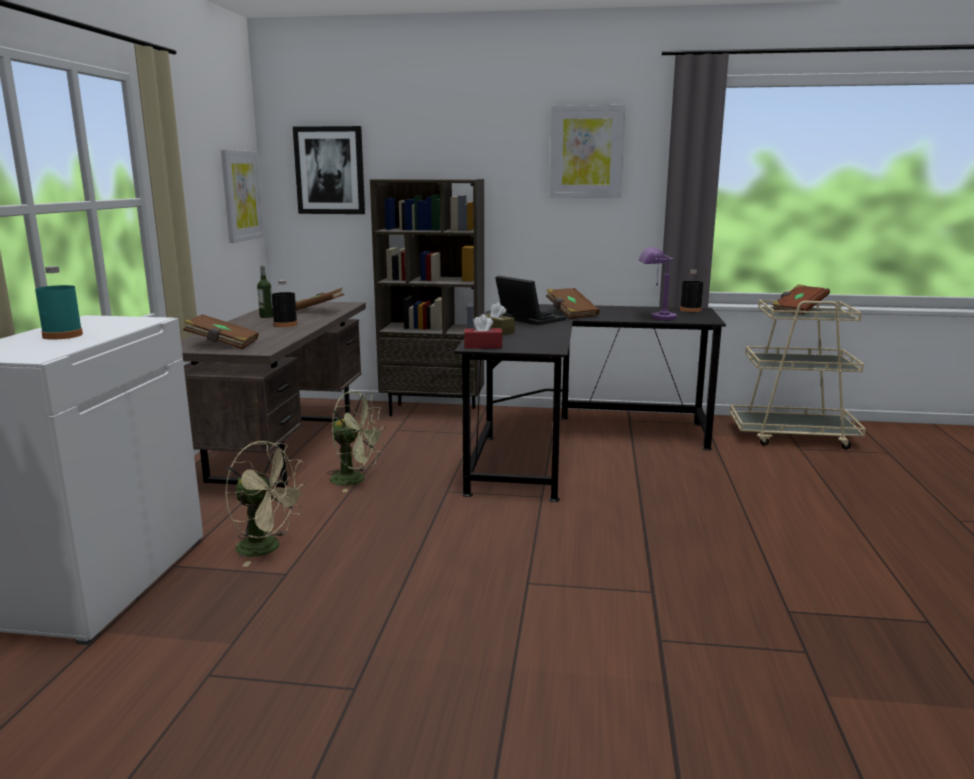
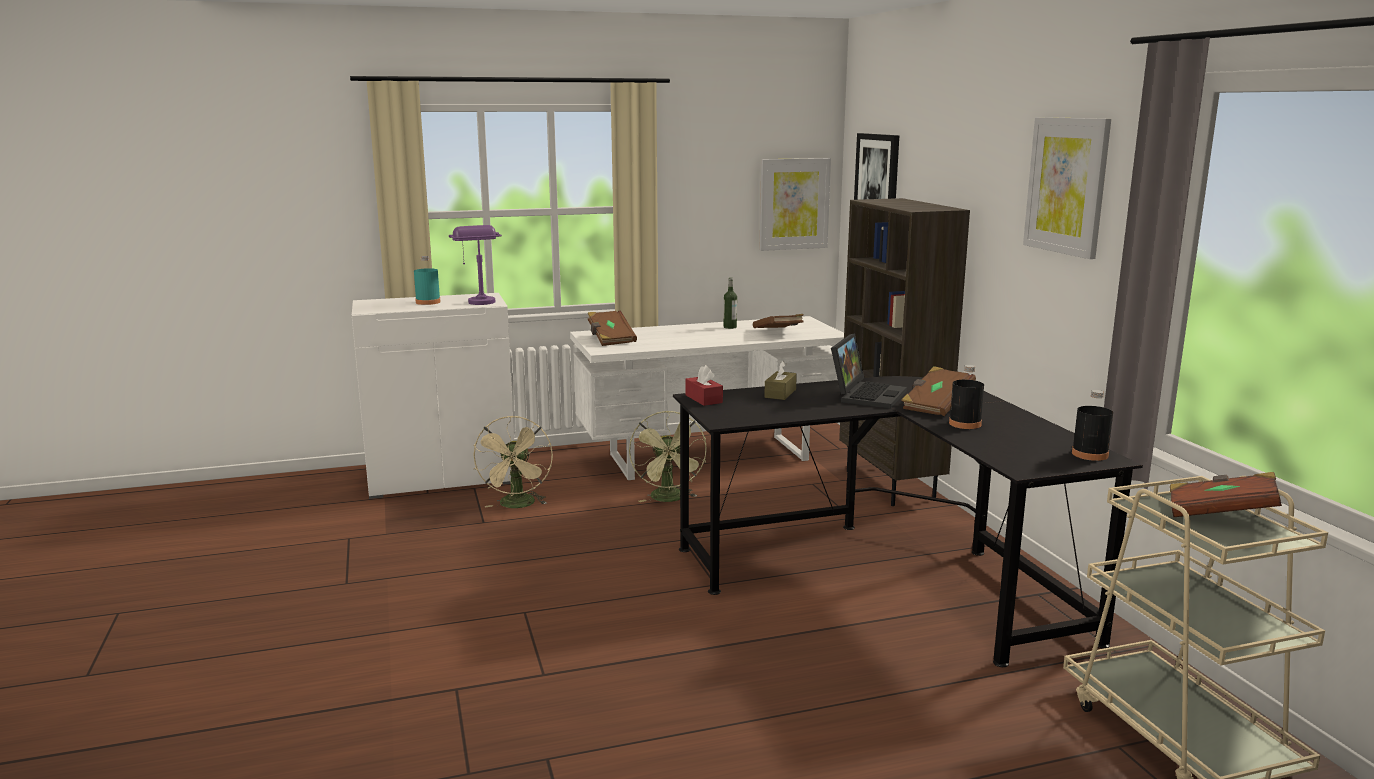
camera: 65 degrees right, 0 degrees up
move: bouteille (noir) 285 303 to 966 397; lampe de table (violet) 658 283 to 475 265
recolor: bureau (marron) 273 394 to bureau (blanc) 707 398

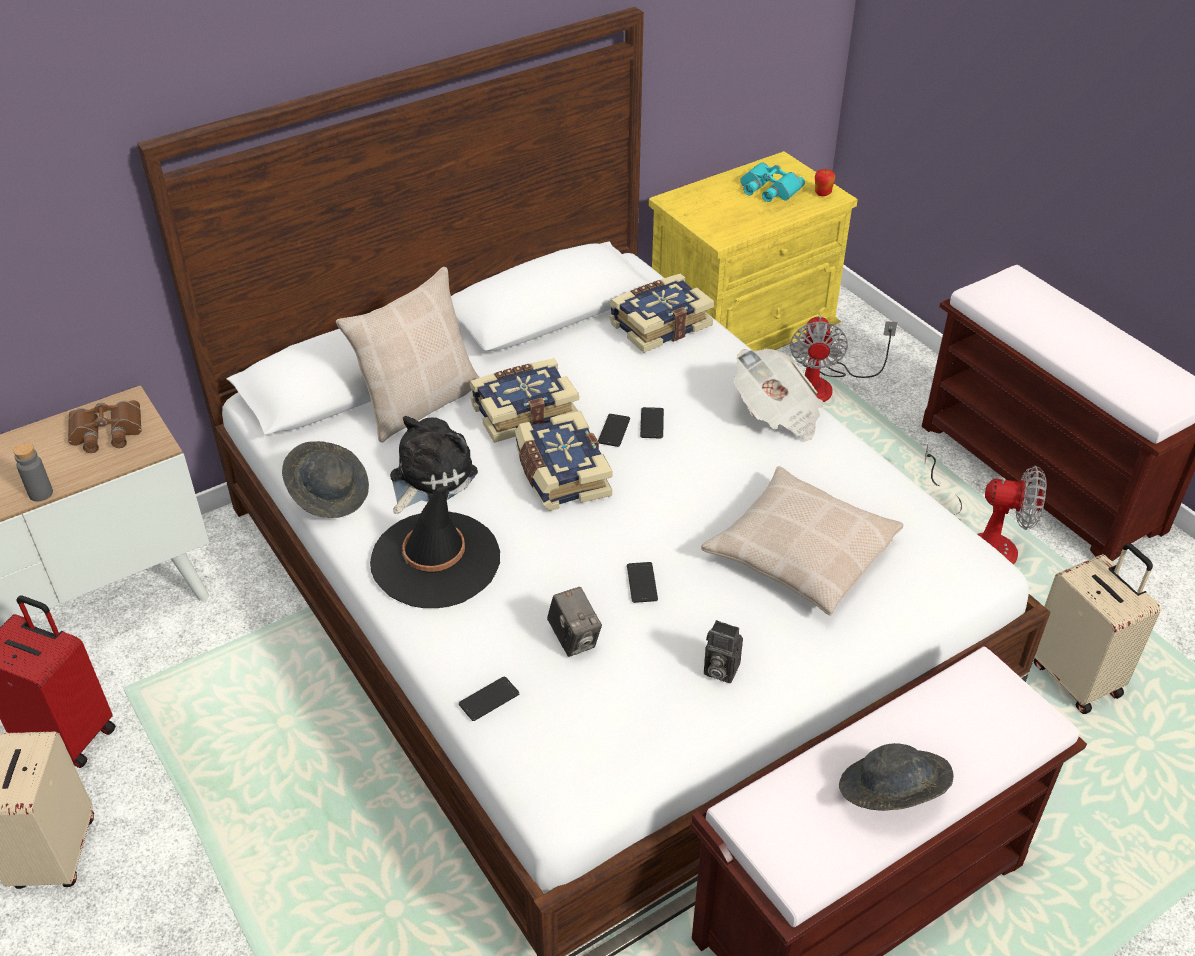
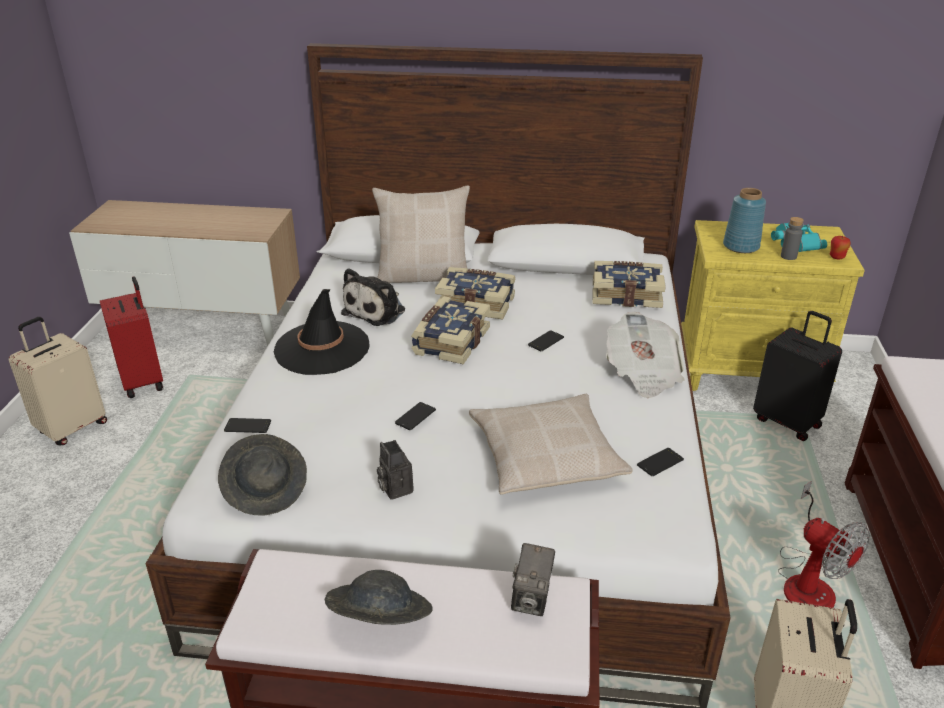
camera: 40 degrees right, 10 degrees down
delete: jumelles (marron) 105 426
insert: vase (bleu) 744 220
move: bouteille (gris) 33 472 to 792 238; chapeau (gris) 325 479 to 262 475; appareil photo 574 622 to 533 579; téléphone 614 430 to 660 462
replace: ventilateur 843 359 to valise (noir) 797 376
rotate: peluche 434 465 = 373 297 135 degrees clockwise

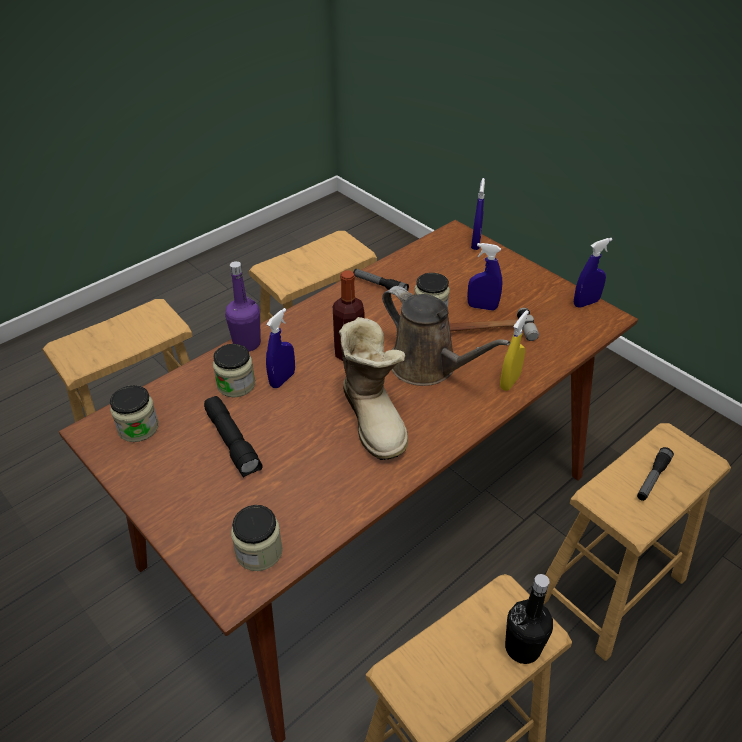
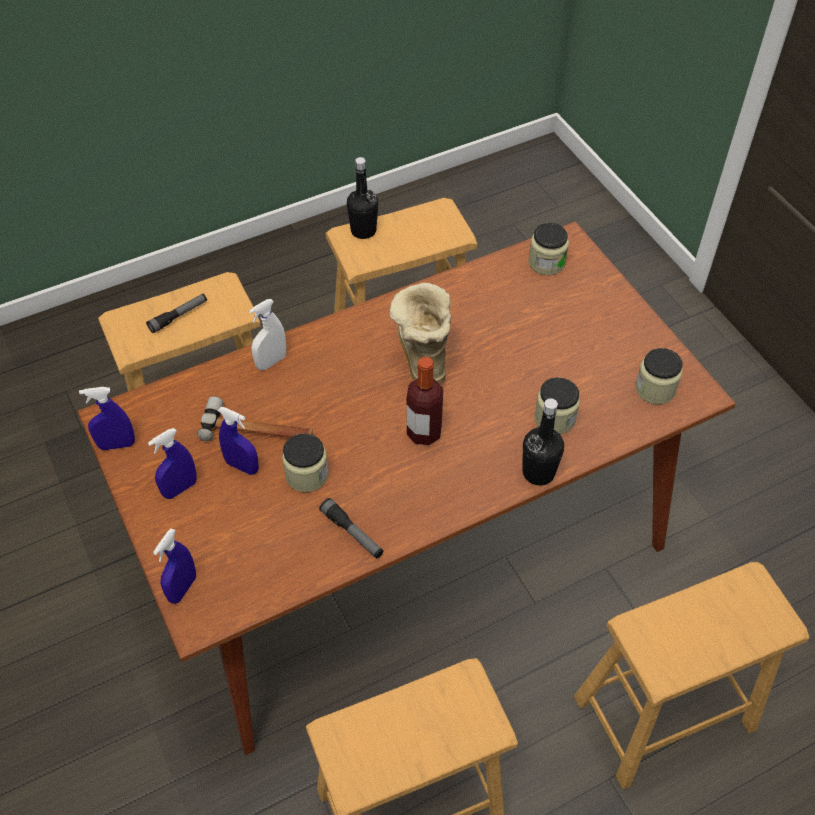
camera: 165 degrees left, 10 degrees up
delete: lampe de poche (noir) 233 436; arrosoir (marron) 446 336
move: vaporisateur (bleu) 280 348 to 172 463
recolor: bouteille (violet) 243 306 to bouteille (noir) 543 442; vaporisateur (jaune) 514 350 to vaporisateur (blanc) 267 334

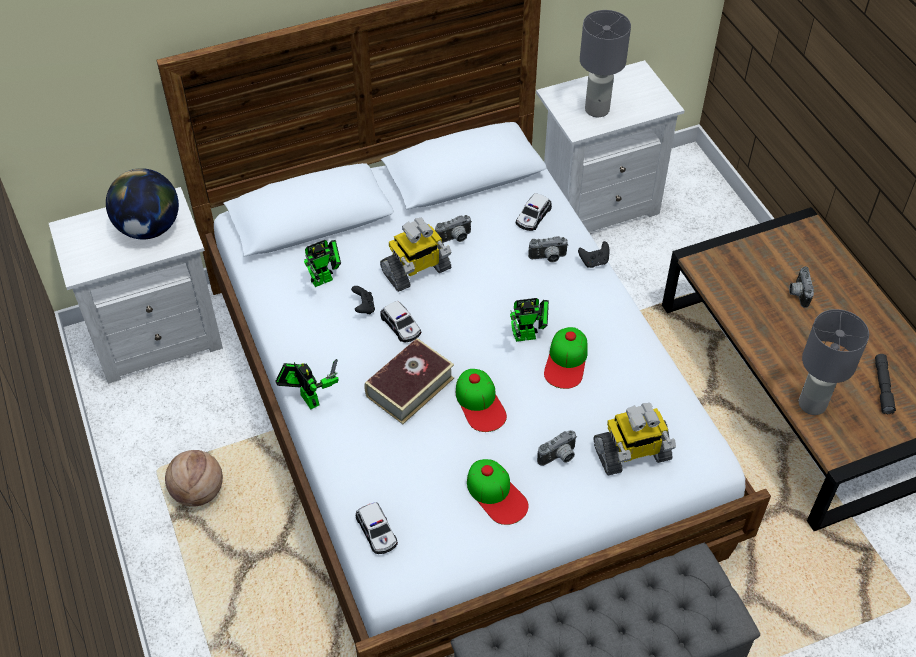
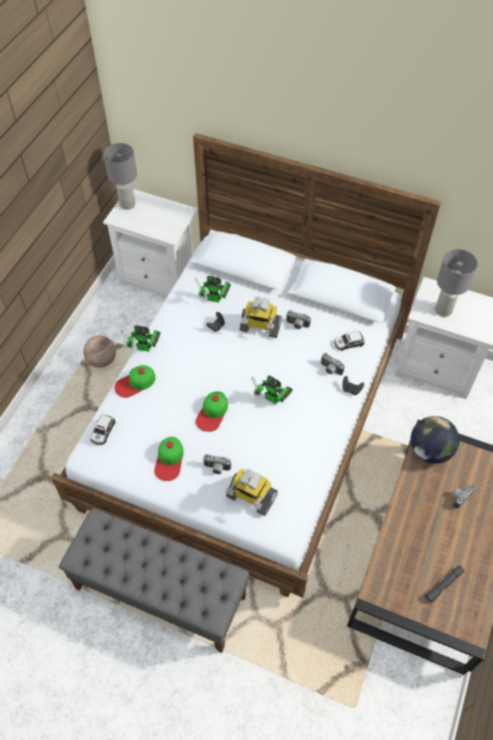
camera: 45 degrees right, 5 degrees up
delete: livre 409 381; petite voiture 401 321
move: globe 142 203 to 435 440; casquette 566 358 to 135 381; lampe de table (gris) 834 362 to 120 176
rotate: robot jouet 307 384 = 141 338 90 degrees clockwise

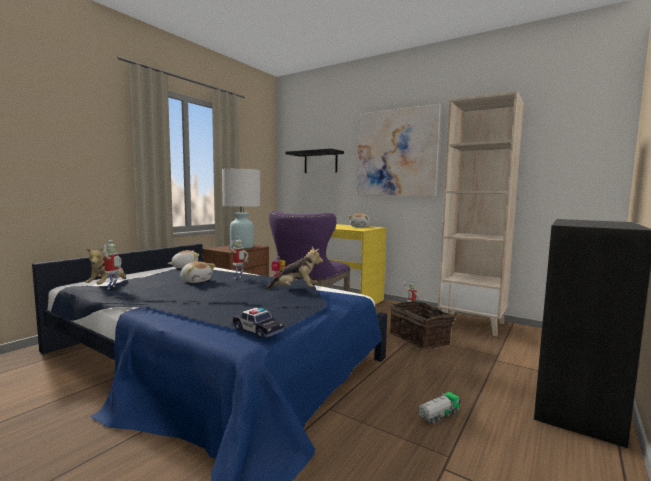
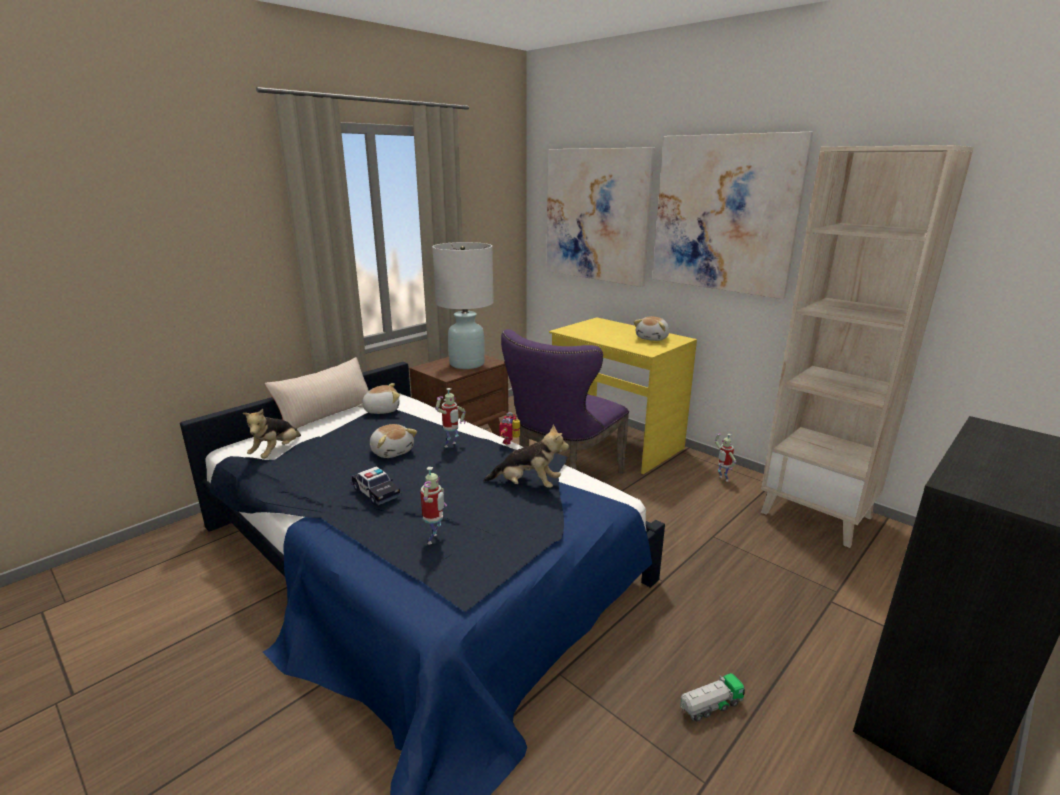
camera: 10 degrees right, 15 degrees up
delete: panier 422 324
insert: coussin (beige) 317 393
move: robot jouet 113 264 to 433 506; petite voiture 258 323 to 376 485
replace: étagère (noir) 314 161 to tableau 601 217

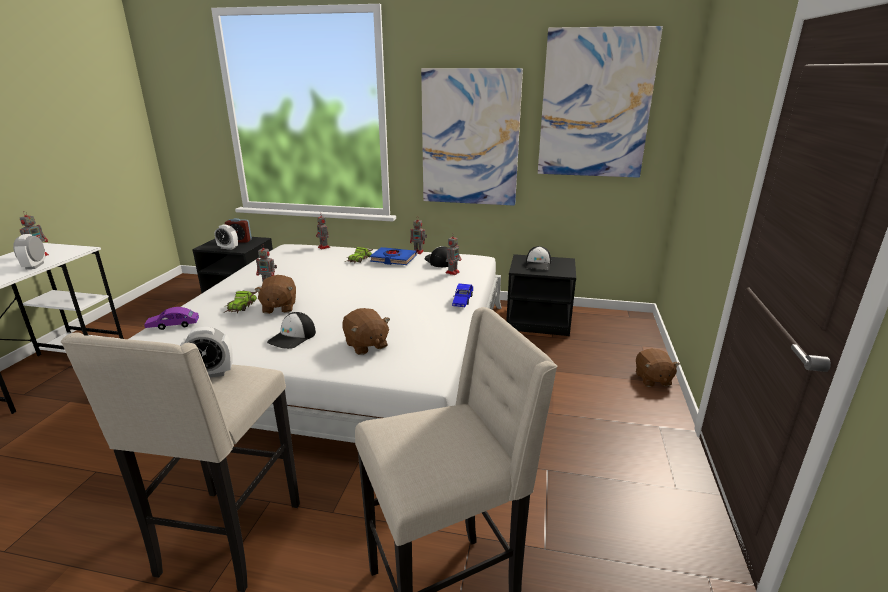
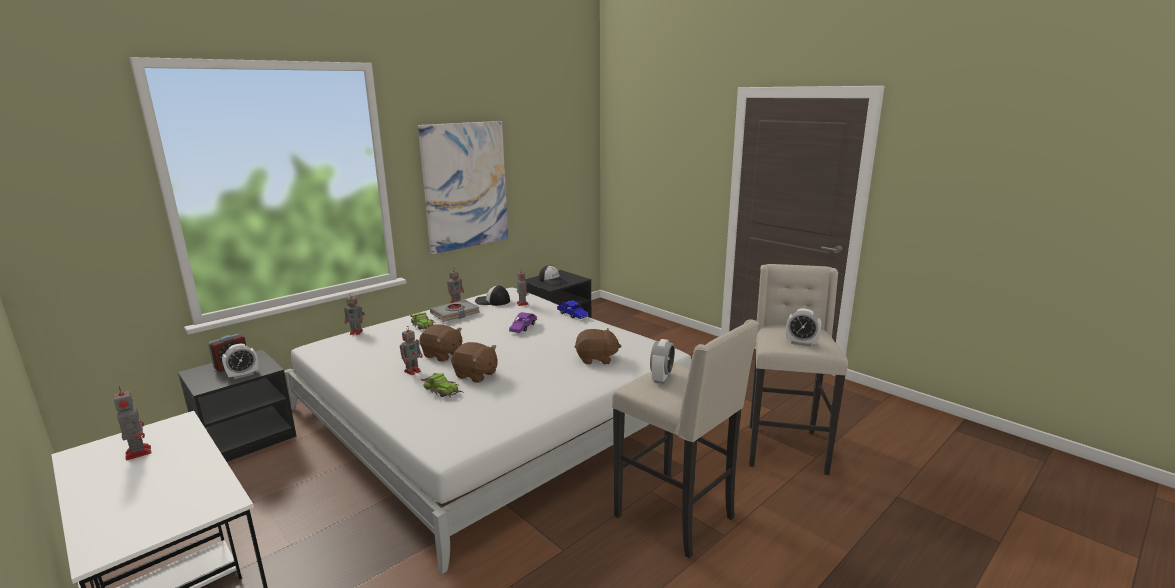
camera: 55 degrees left, 5 degrees down
delete: casquette 291 330; tableau 600 102
move: réveil 29 251 to 803 327; petite voiture (violet) 171 318 to 523 322; peluche (marron) 658 367 to 440 343
recolor: livre (bleu) 393 256 to livre (gris) 455 311

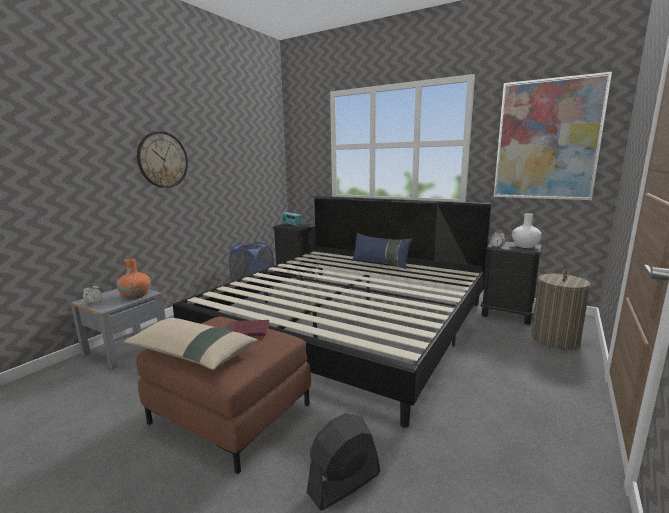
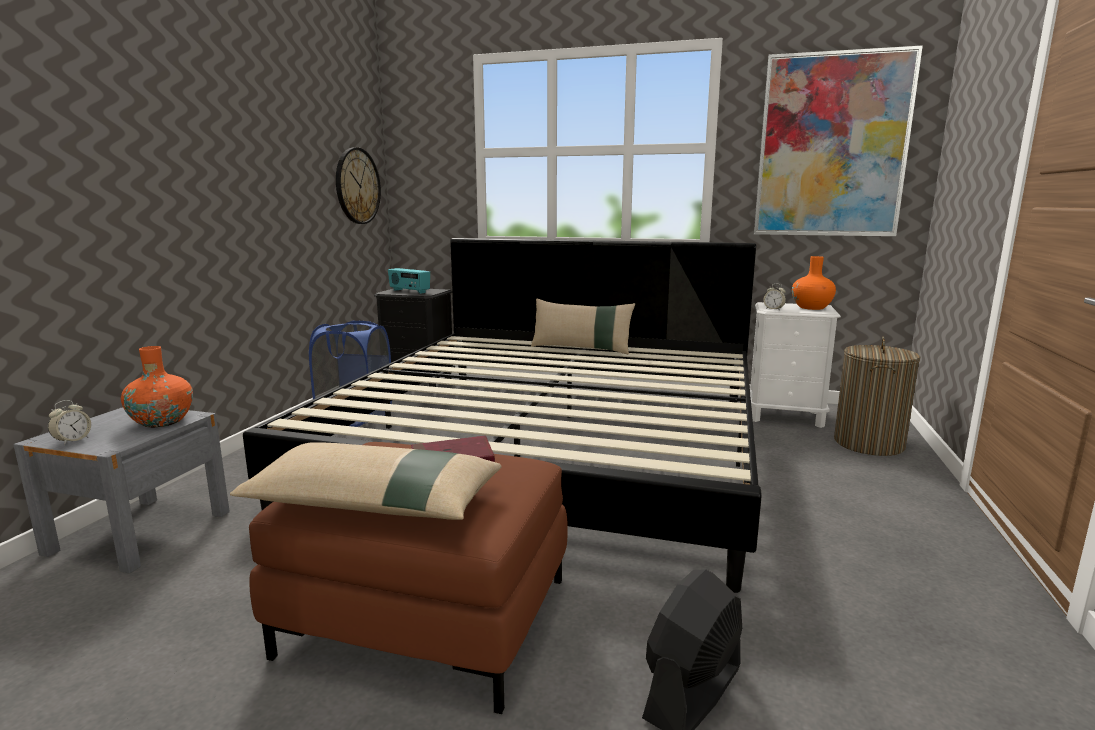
camera: 15 degrees left, 0 degrees up
move: horloge murale 162 159 to 358 185
recolor: coussin (bleu) 382 251 to coussin (beige) 583 326; table de chevet (noir) 512 283 to table de chevet (blanc) 795 365; vase (blanc) 527 230 to vase (orange) 814 283

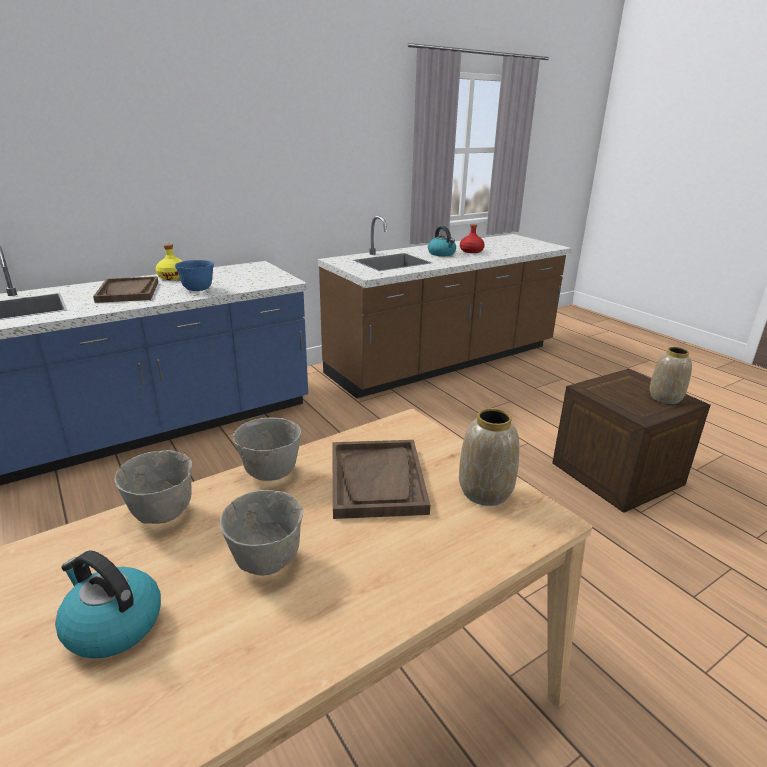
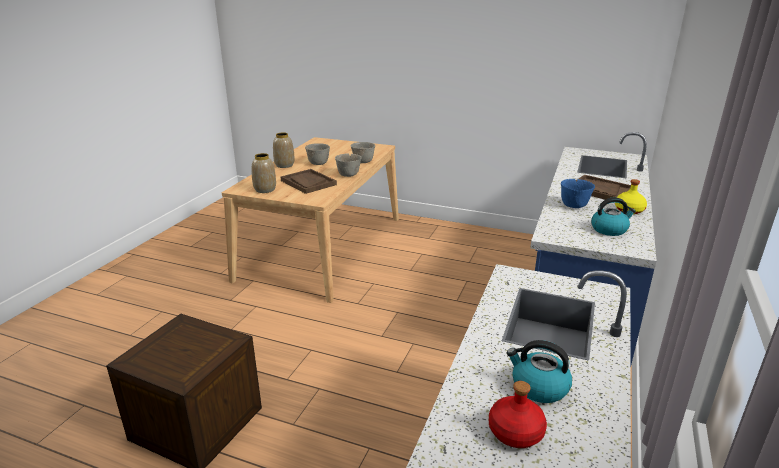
camera: 145 degrees right, 0 degrees up
move: bouilloire 108 605 to 613 216; vase 671 375 to 284 150

